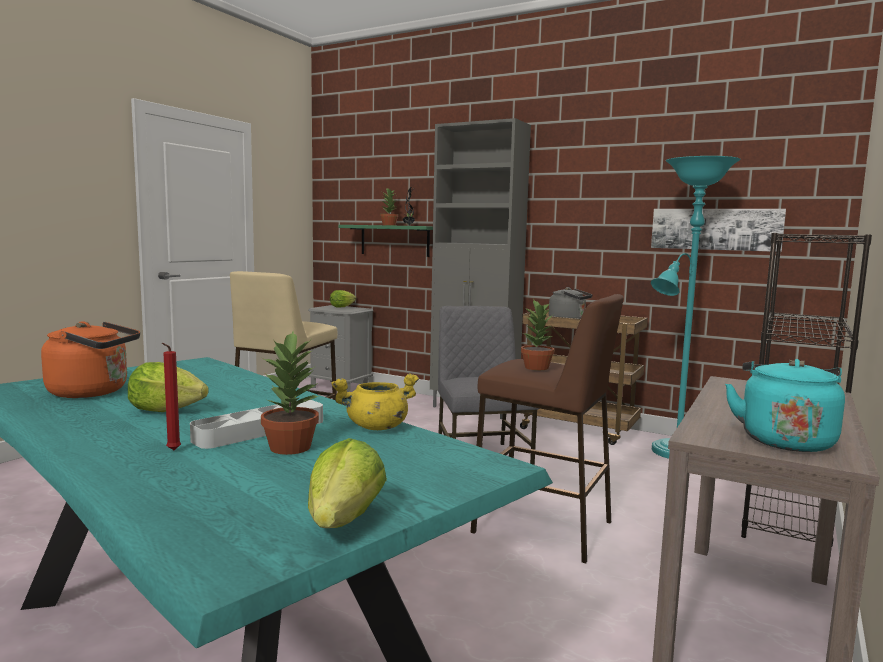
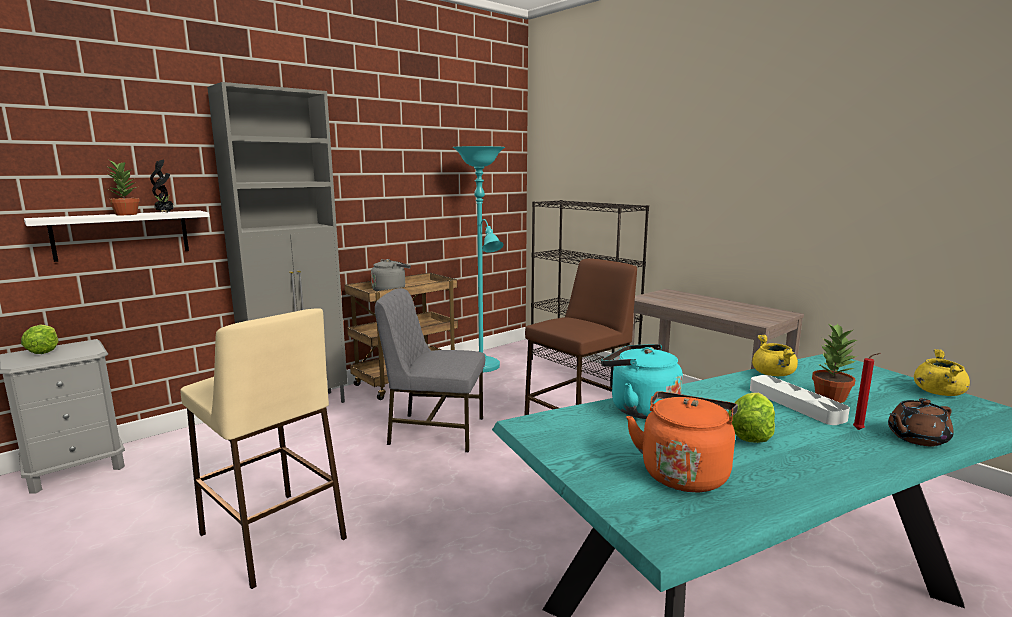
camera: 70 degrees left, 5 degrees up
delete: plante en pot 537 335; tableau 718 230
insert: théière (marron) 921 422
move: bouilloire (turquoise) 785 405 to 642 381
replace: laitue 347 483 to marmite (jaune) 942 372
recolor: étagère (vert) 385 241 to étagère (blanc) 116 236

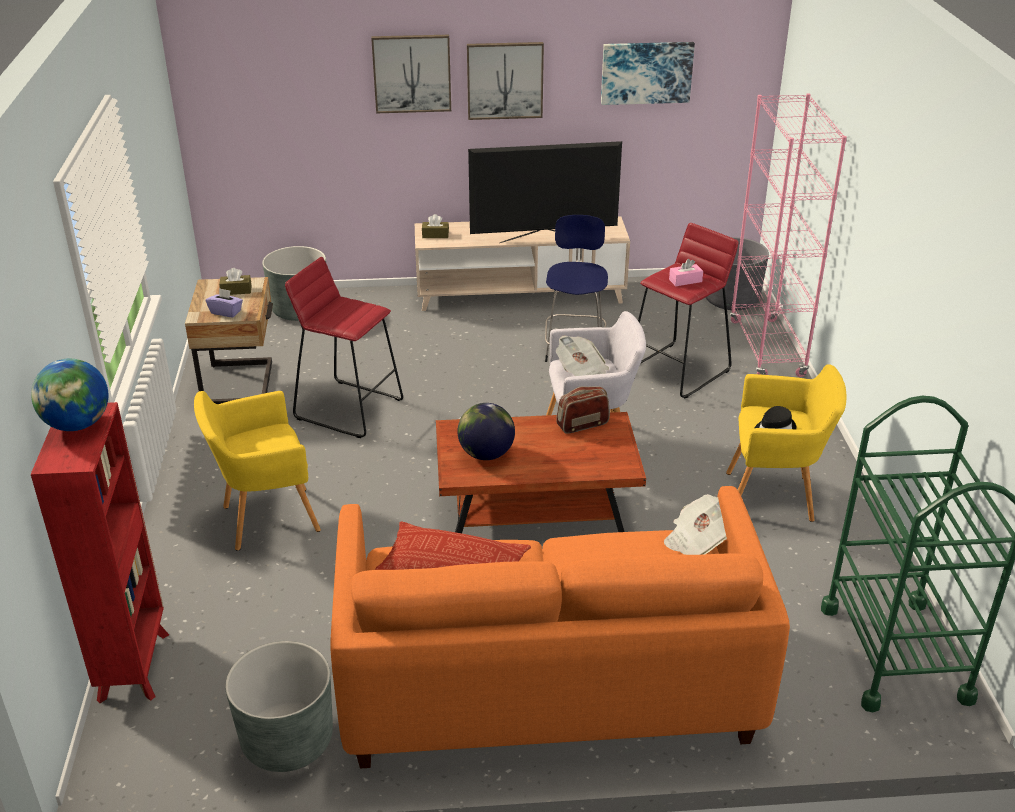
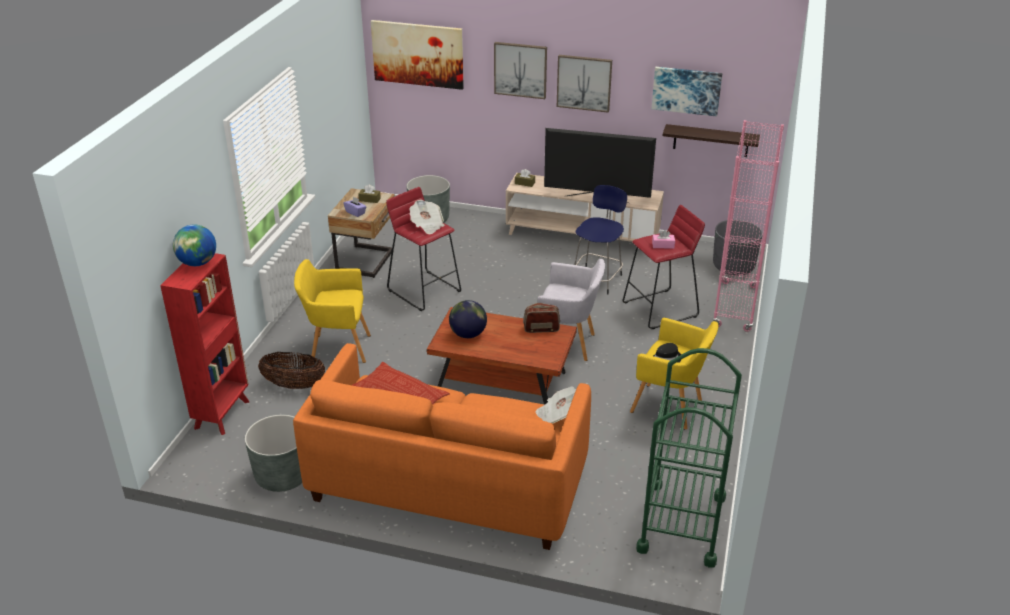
camera: 20 degrees right, 0 degrees up
insert: panier 291 370; tableau 417 55; étagère 711 140
move: journal 582 355 to 426 217

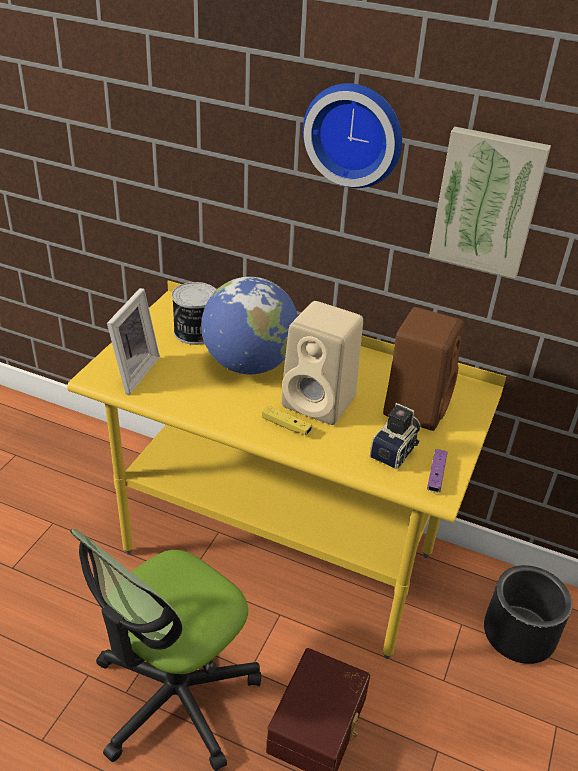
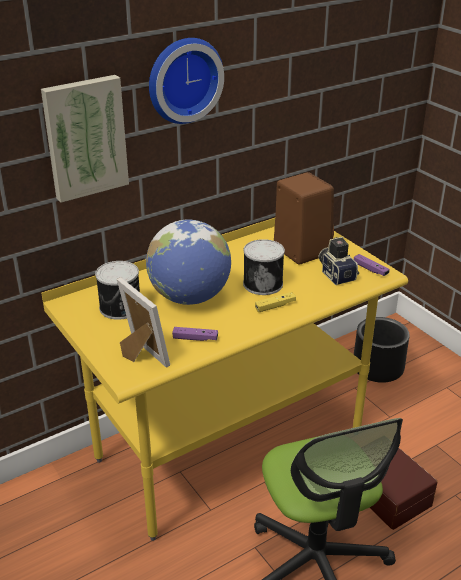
camera: 55 degrees left, 5 degrees down
insert: manette (violet) 195 334
move: tableau 490 203 to 85 139
replace: enceinte (beige) 322 363 to boîte métallique 264 267

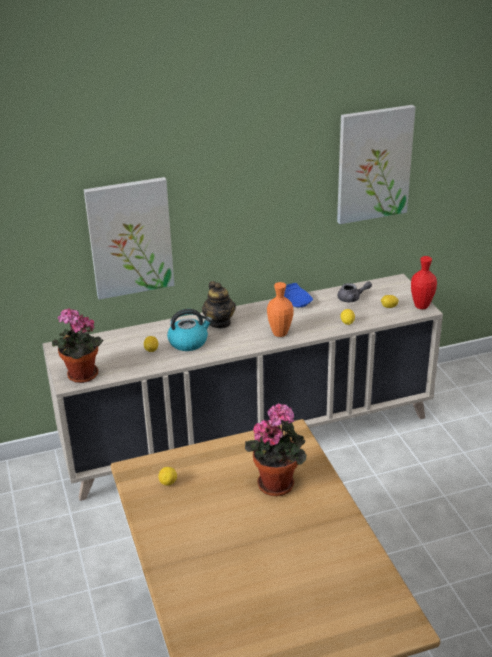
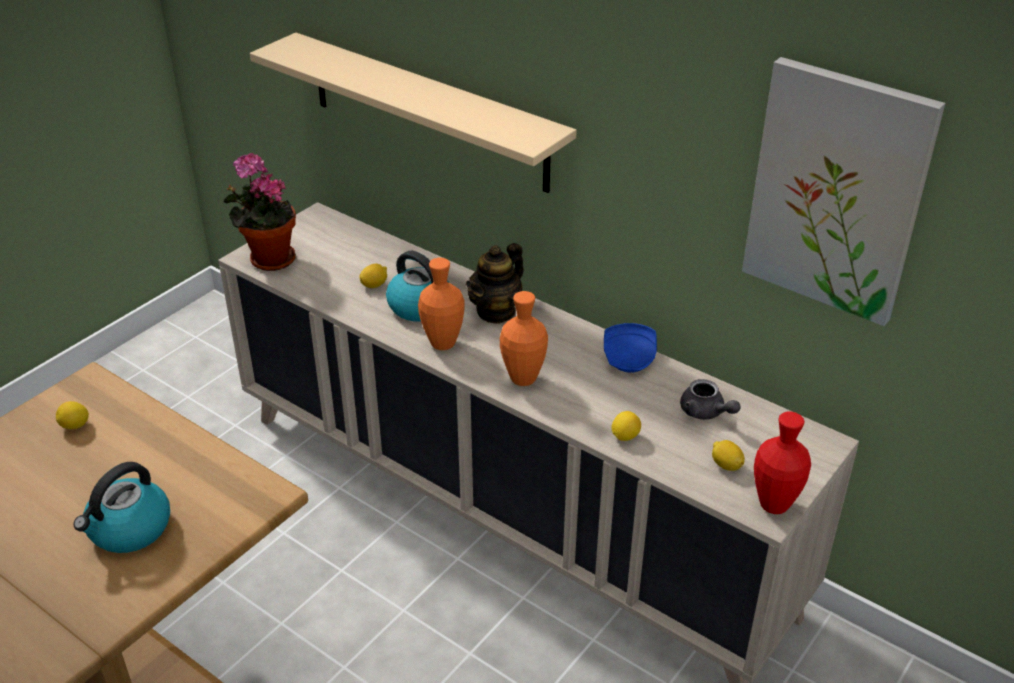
camera: 55 degrees right, 5 degrees up
insert: vase (orange) 441 304
replace: tableau 129 238 to étagère (beige) 413 113; plante en pot 276 449 to bouilloire 122 507

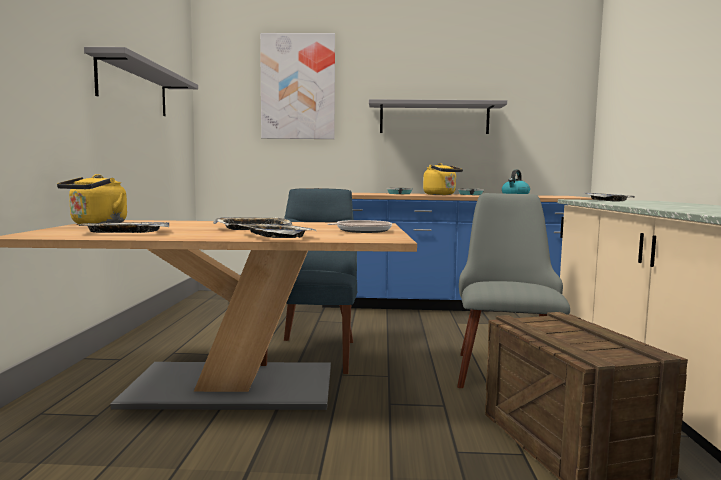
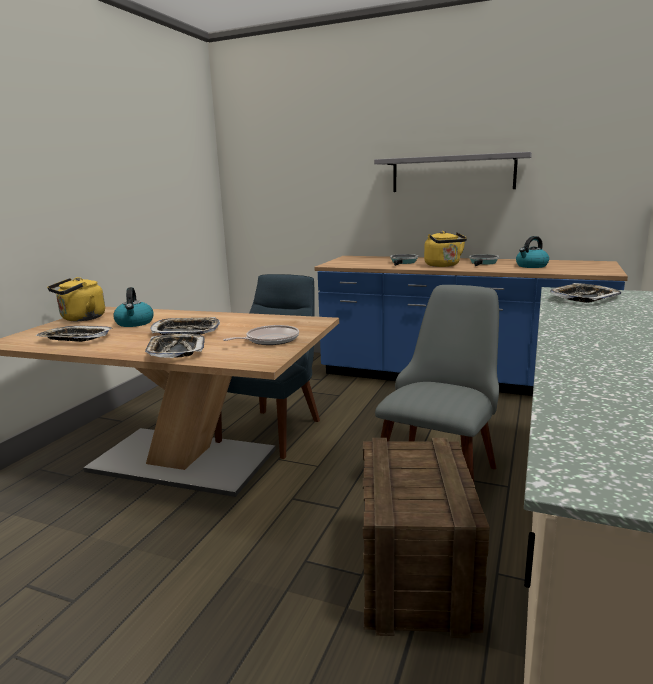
camera: 20 degrees right, 10 degrees up
delete: étagère (gris) 141 81; tableau 297 86
insert: bouilloire 133 307

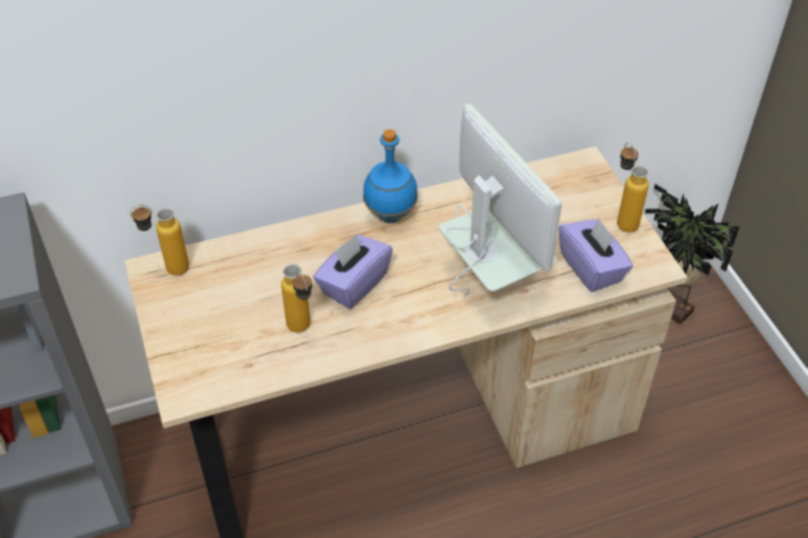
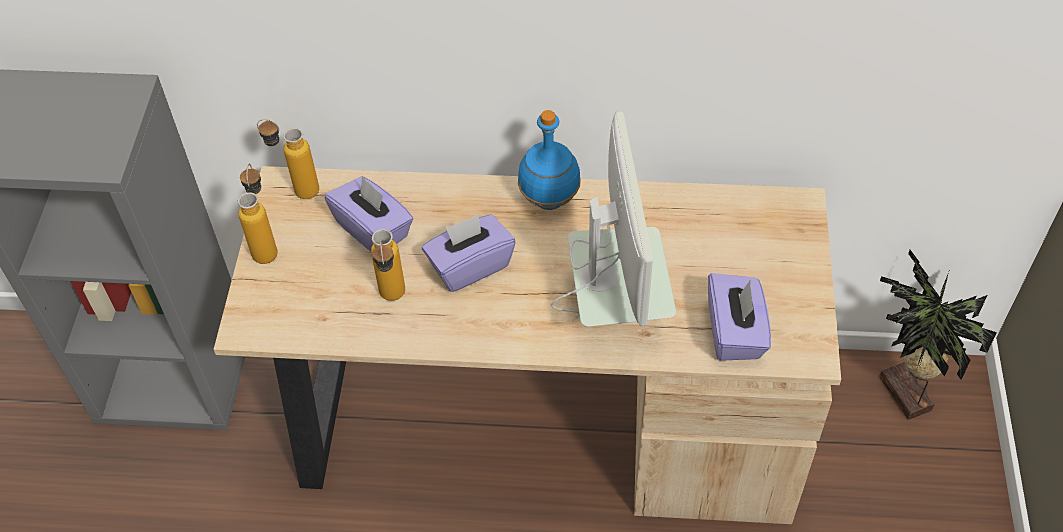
camera: 25 degrees right, 5 degrees up
insert: boîte à mouchoirs (violet) 369 214
move: bouteille 633 187 to 258 214

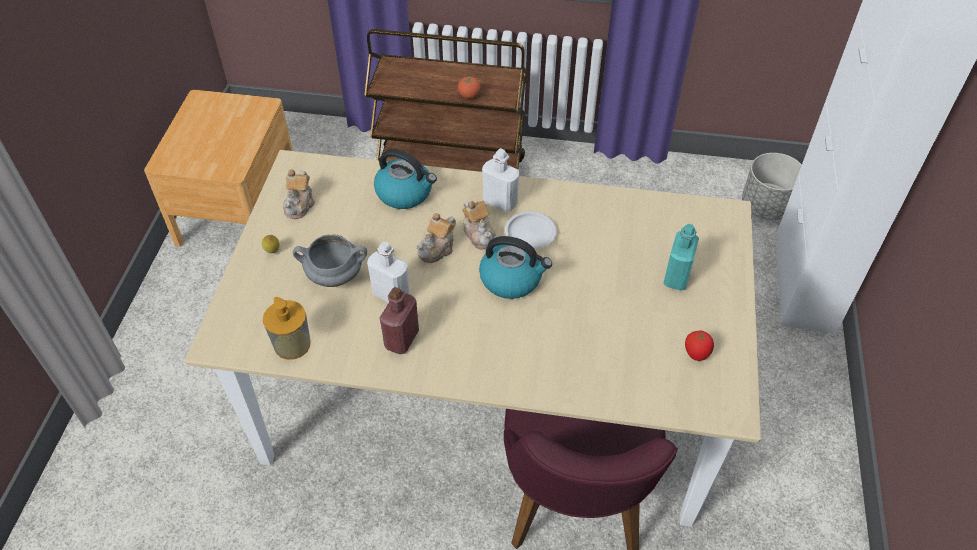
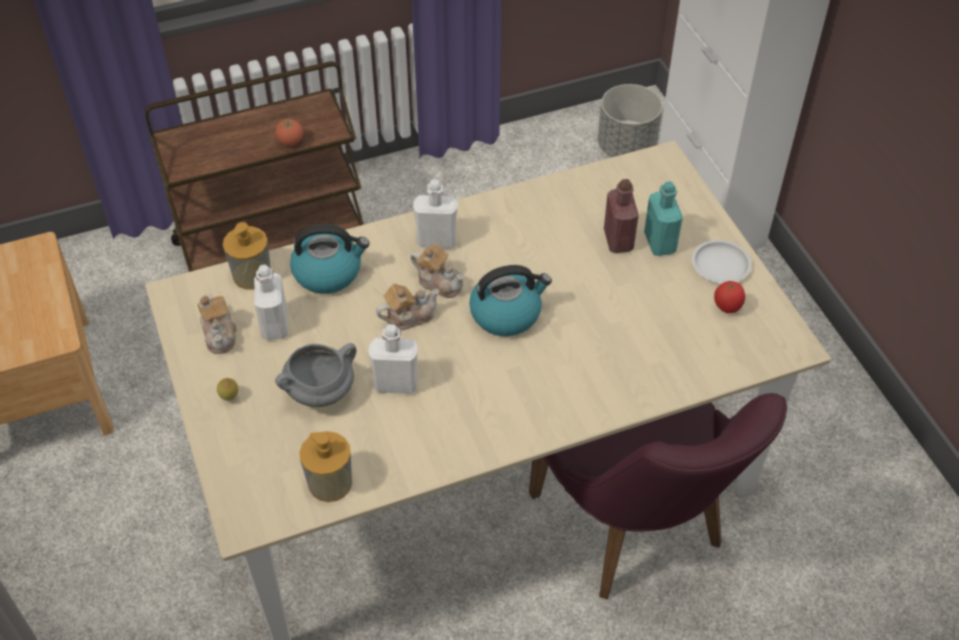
camera: 30 degrees left, 0 degrees up
insert: distributeur de savon 247 255; bouteille (blanc) 271 302
move: bouteille (rouge) 399 320 to 621 216; assiette (blanc) 531 230 to 722 262
rotate: théière 436 238 = 408 307 120 degrees counterclockwise

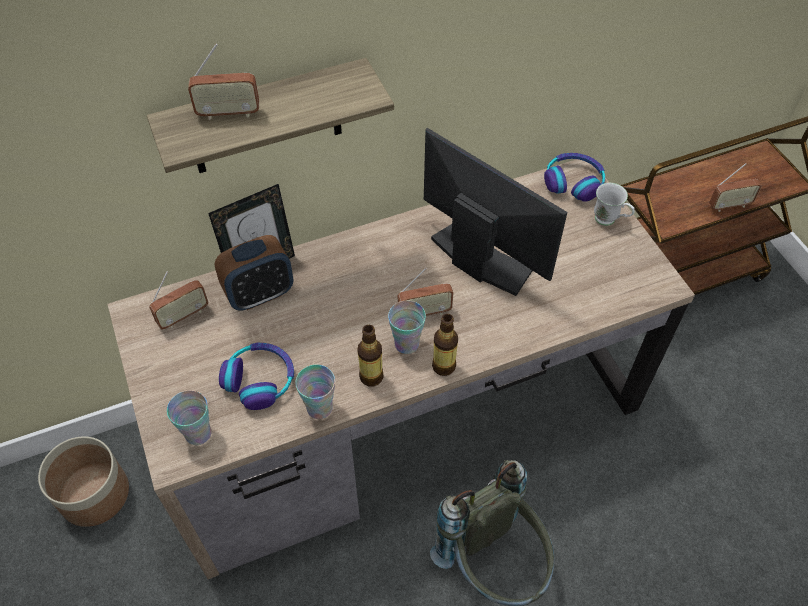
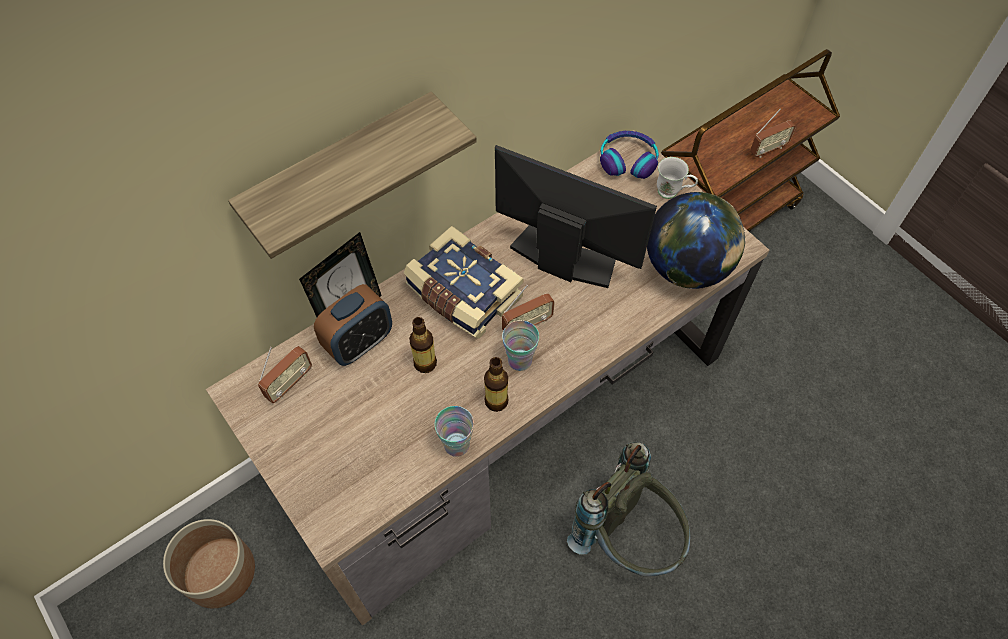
camera: 15 degrees left, 5 degrees up
delete: tasse 189 417; radio 223 82; casque audio 256 376
insert: livre 464 282; globe 696 240
move: bouteille 445 345 to 423 345

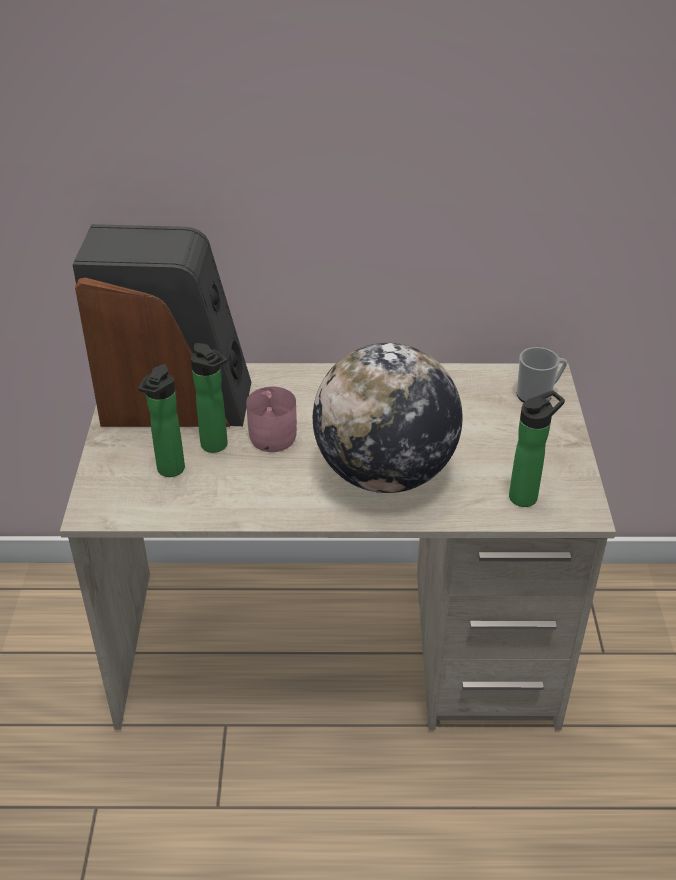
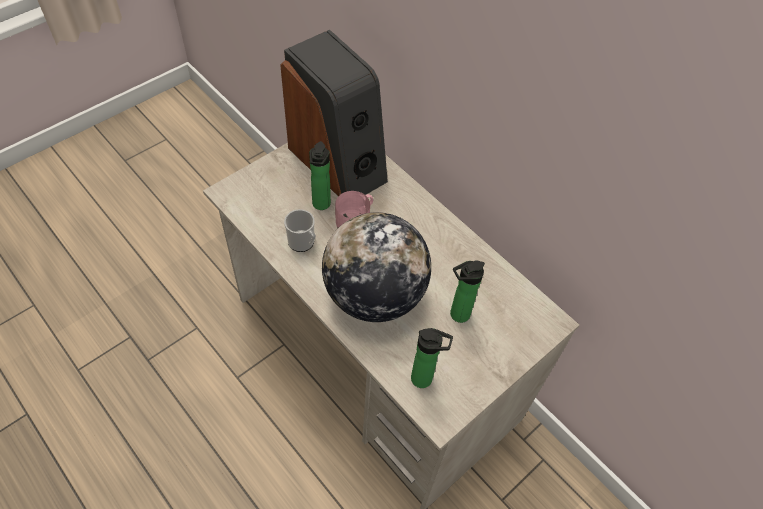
camera: 45 degrees right, 15 degrees up
move: bouteille 161 420 to 467 291; mug 541 374 to 300 230

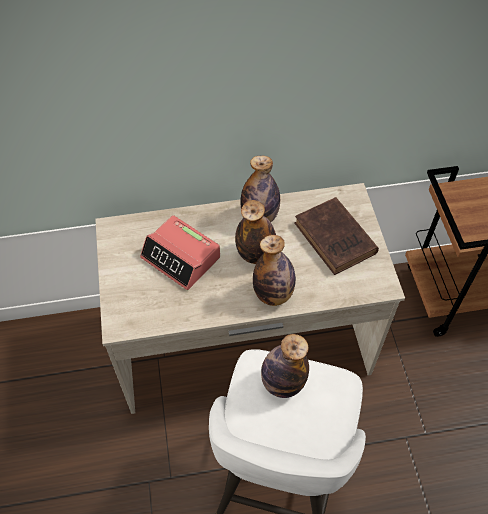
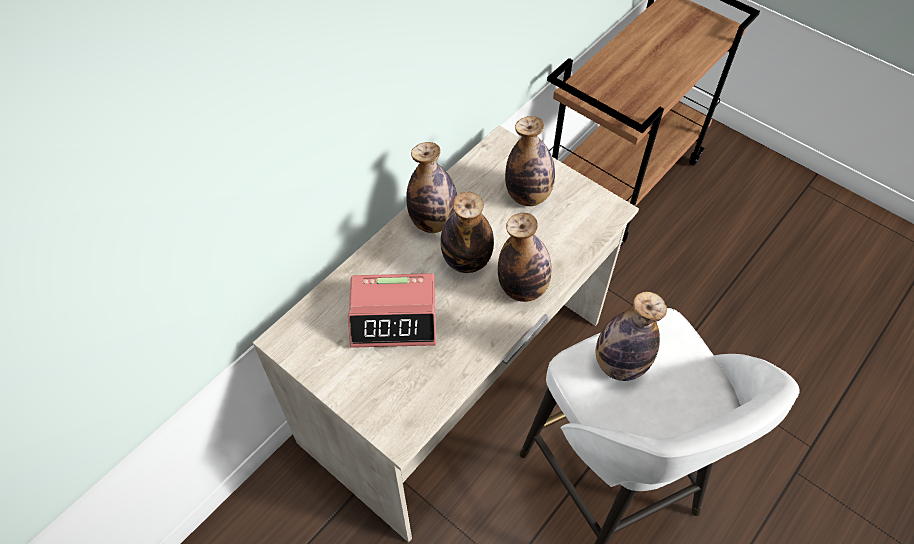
camera: 40 degrees left, 0 degrees up
replace: livre (marron) 336 236 to bouteille 530 161

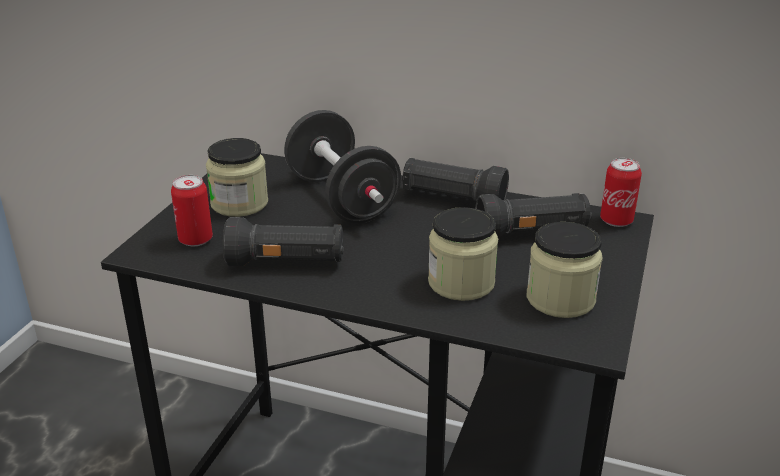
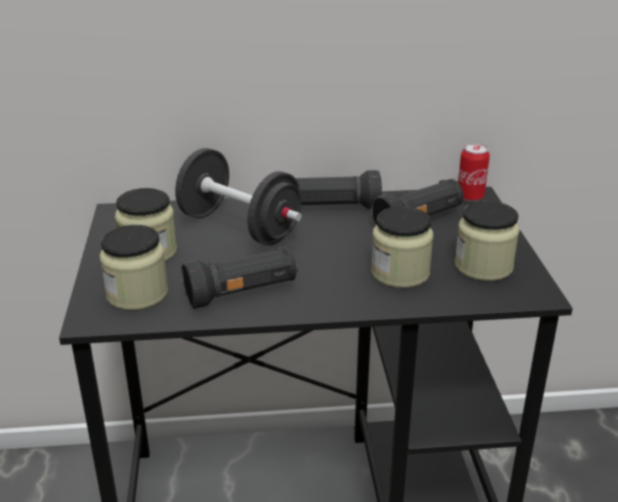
camera: 25 degrees left, 0 degrees up
replace: boîte métallique 192 210 to bocal 134 267

